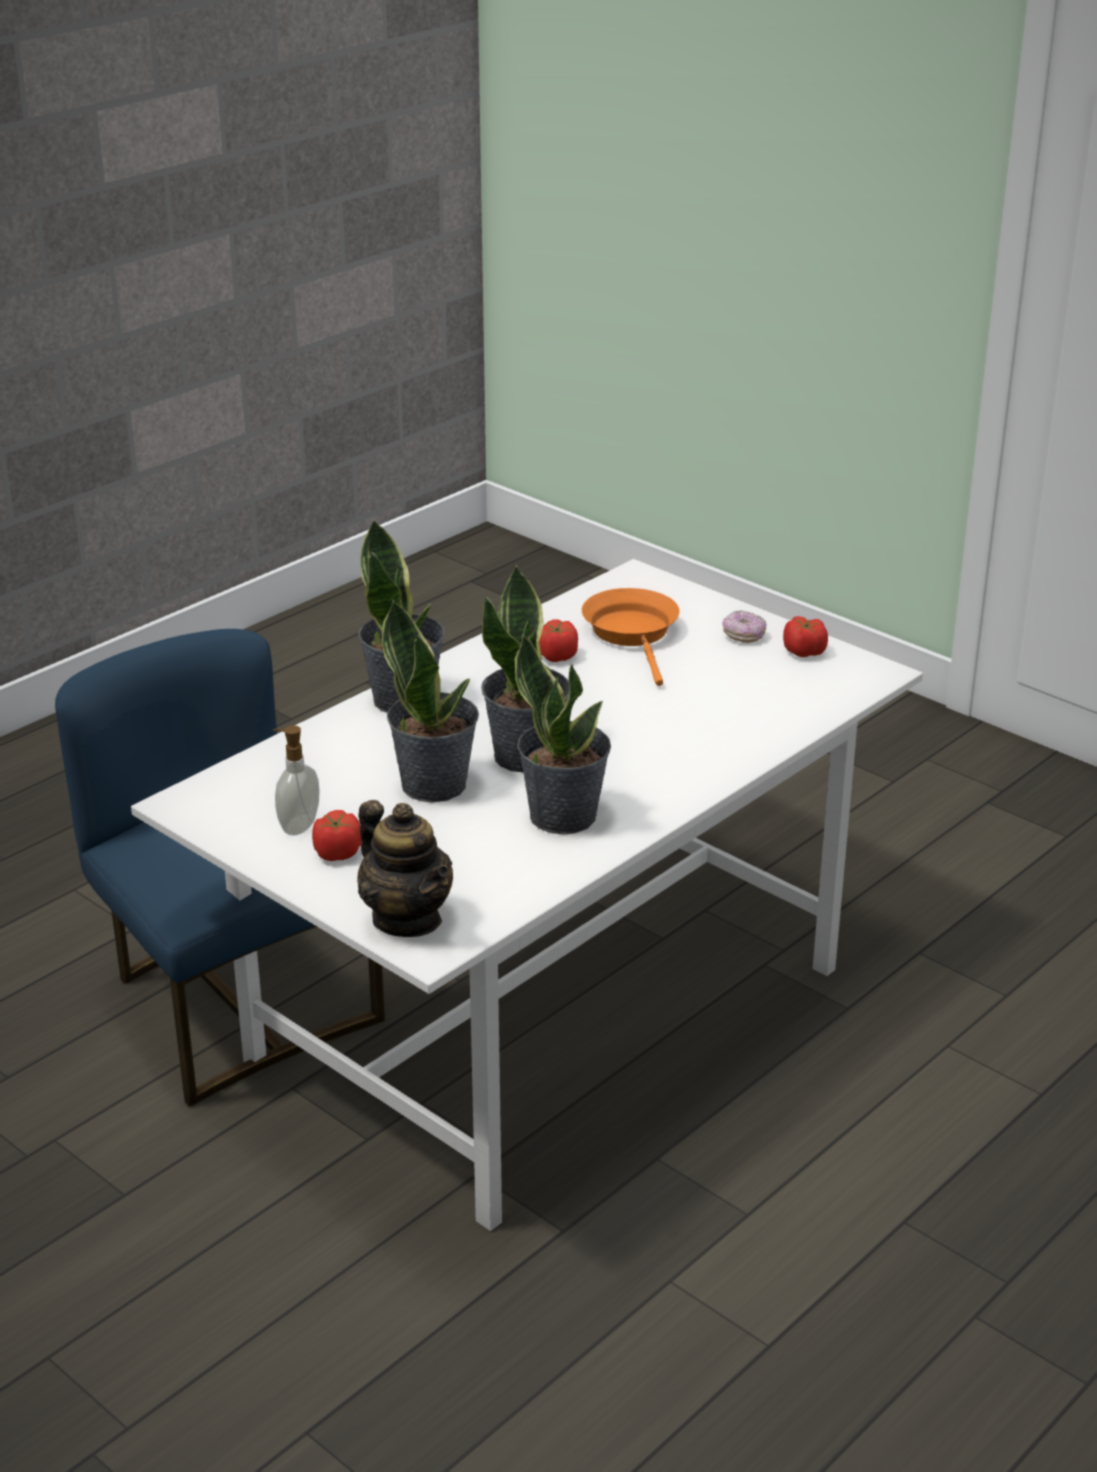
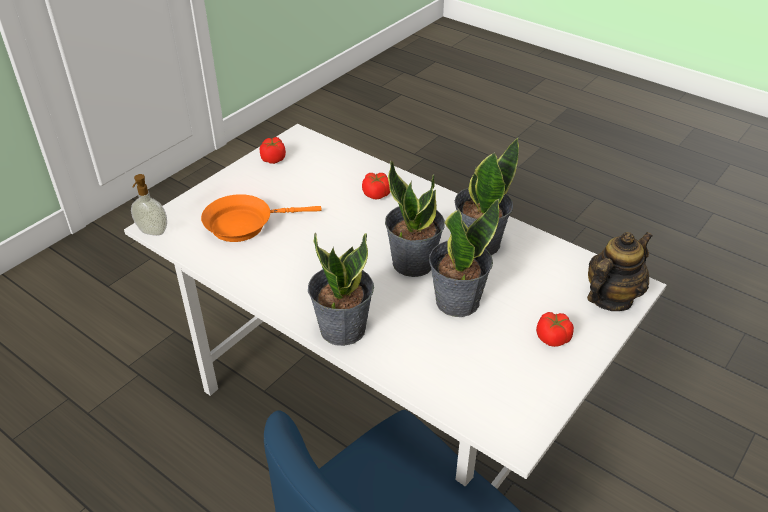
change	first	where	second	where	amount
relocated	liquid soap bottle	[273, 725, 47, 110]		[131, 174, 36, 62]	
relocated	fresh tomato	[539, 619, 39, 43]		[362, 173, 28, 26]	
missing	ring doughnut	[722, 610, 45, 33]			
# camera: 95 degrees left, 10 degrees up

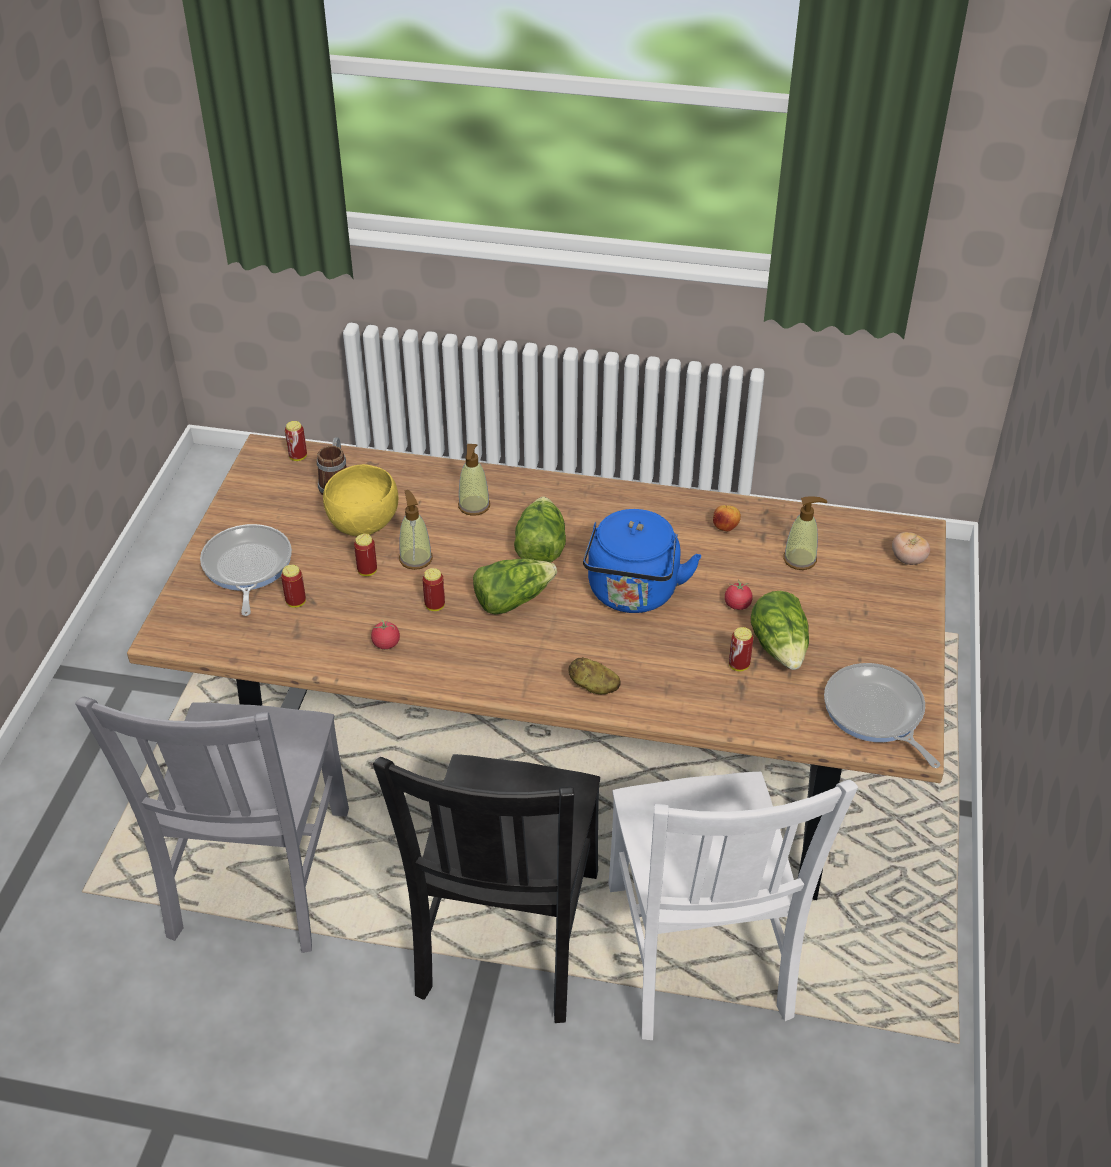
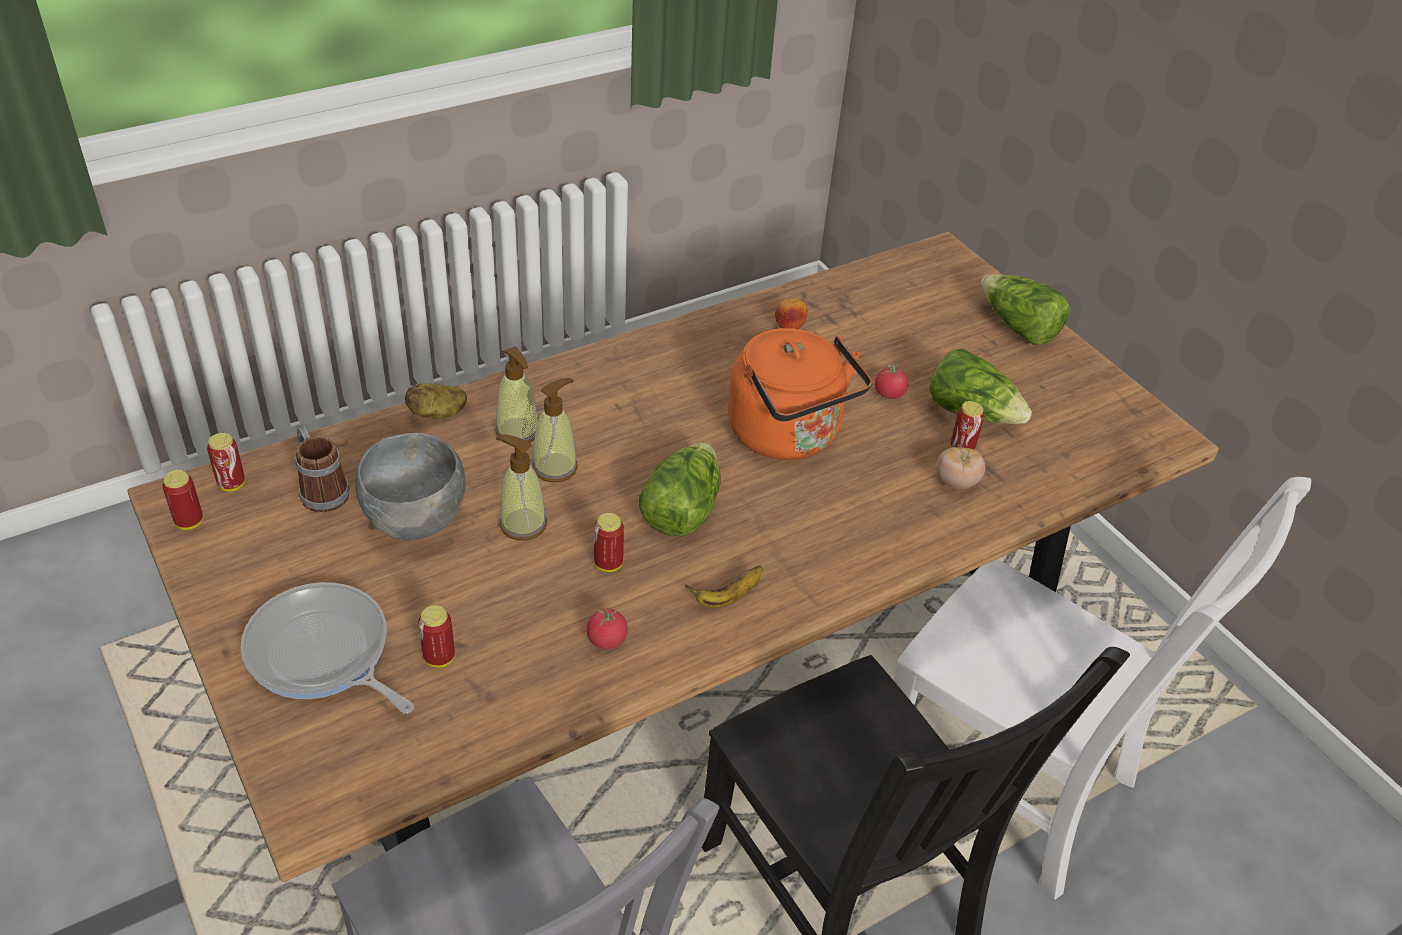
change	first	where	second	where	amount
relocated	sealed can	[354, 534, 23, 42]		[162, 470, 41, 60]	
colour	bowl in yellow-coloured	[323, 464, 75, 72]	bowl in gray	[355, 433, 111, 108]	
relocated	potato	[568, 657, 53, 37]		[405, 383, 62, 36]	
relocated	liquid soap bottle	[783, 496, 44, 74]		[532, 378, 46, 105]	
appeared			banana fruit	[685, 566, 78, 42]	
colour	kettle in bluish	[583, 509, 118, 104]	kettle in orange	[728, 328, 144, 132]	
relocated	fresh tomato	[892, 532, 38, 33]		[936, 447, 50, 42]	
relocated	lettuce head	[514, 497, 52, 66]		[981, 274, 89, 71]	
missing	frying pan	[824, 663, 116, 105]			
# camera: 45 degrees left, 0 degrees up

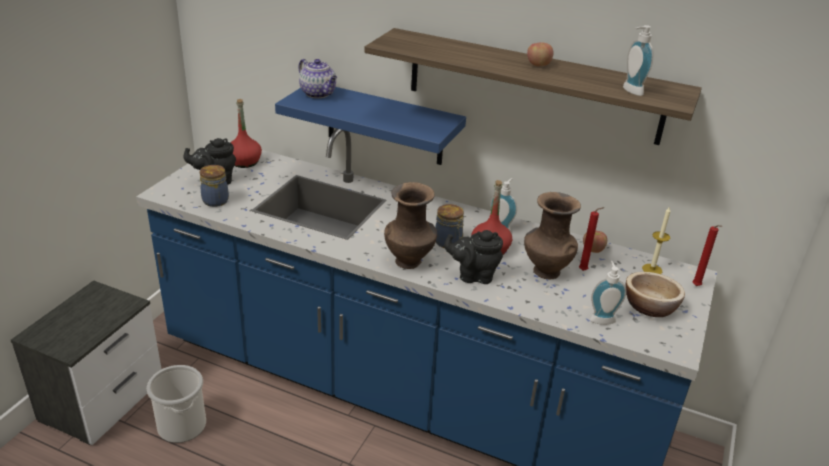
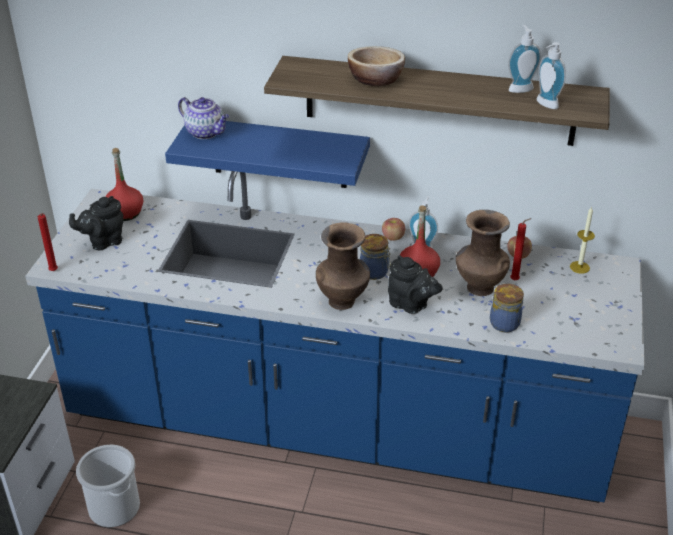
change	first	where	second	where	amount
relocated	wax light in red	[692, 225, 30, 61]		[38, 213, 20, 58]	
relocated	bowl	[625, 272, 60, 45]		[348, 46, 57, 40]	
relocated	apple	[527, 42, 27, 24]		[382, 218, 23, 23]	
spun	pot for tea in black-coloured	[444, 230, 59, 54]		[388, 255, 55, 59]	135 degrees counterclockwise
relocated	preserve jar	[200, 165, 29, 42]		[490, 283, 34, 49]	
relocated	liquid soap bottle	[590, 261, 37, 64]		[508, 25, 33, 68]	
# camera: 10 degrees left, 5 degrees up

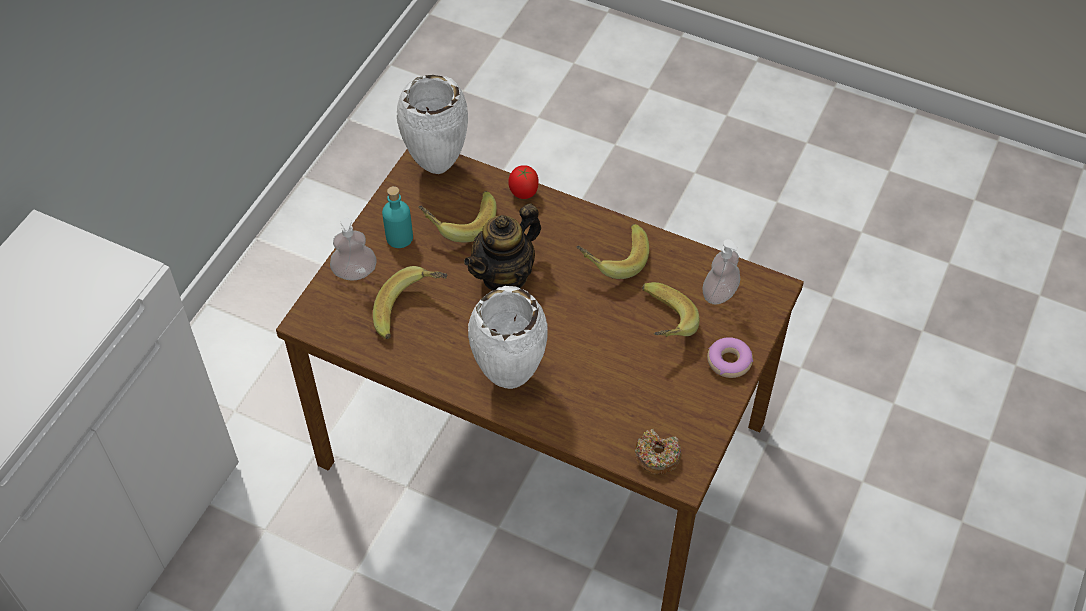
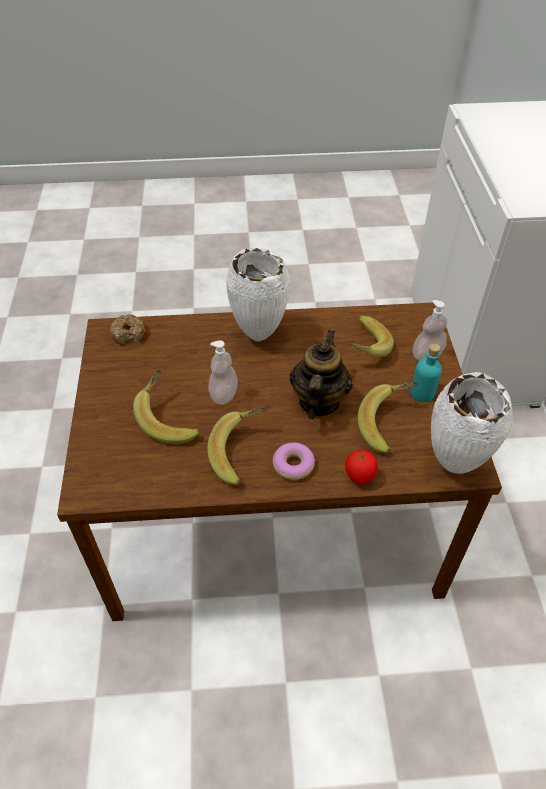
change	first	where	second	where	amount
relocated	liquid soap bottle	[702, 239, 38, 65]		[208, 340, 30, 64]	
relocated	ring doughnut	[707, 337, 46, 41]		[273, 442, 42, 38]	
# camera: 150 degrees right, 5 degrees down

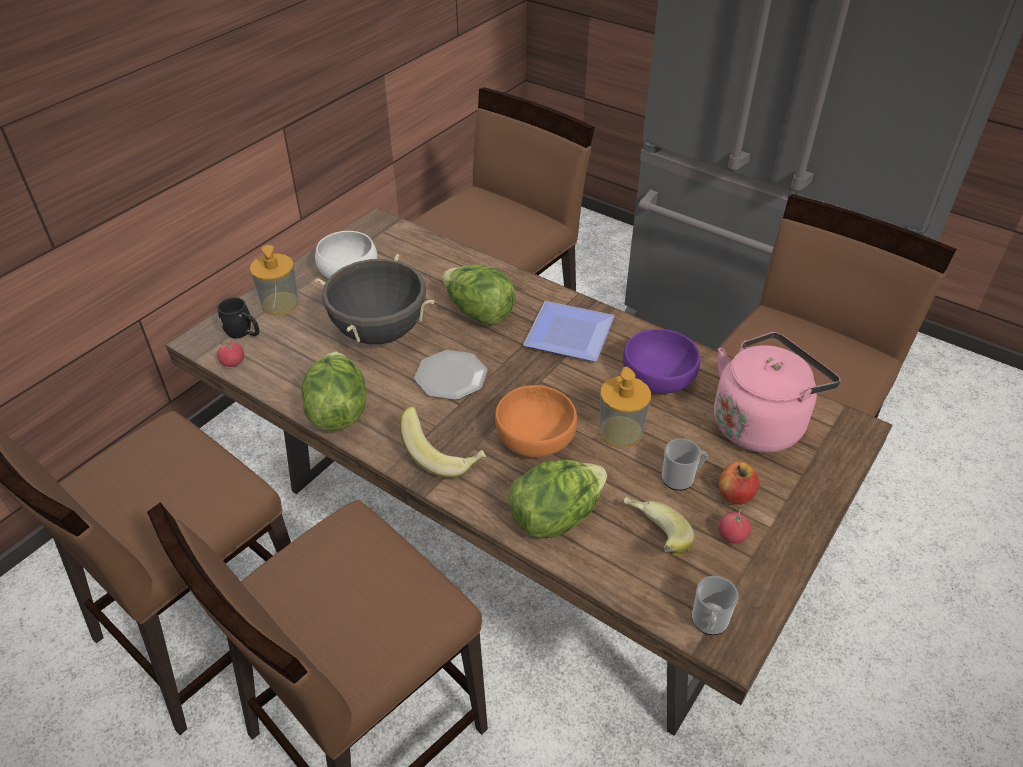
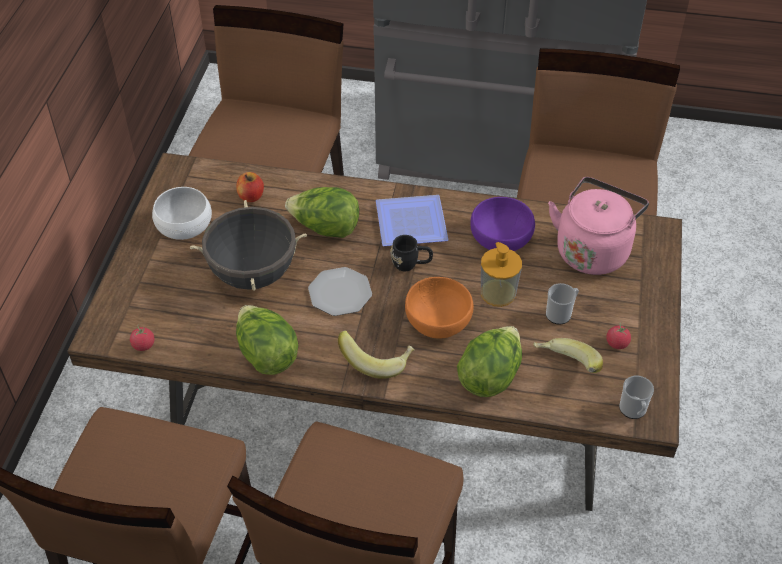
change	first	where	second	where	amount
relocated	apple	[719, 462, 40, 43]		[236, 172, 28, 30]	
relocated	mug in black-coloured	[217, 297, 42, 41]		[390, 235, 43, 36]	
missing	liquid soap bottle	[250, 245, 49, 71]			
# camera: 25 degrees left, 5 degrees up

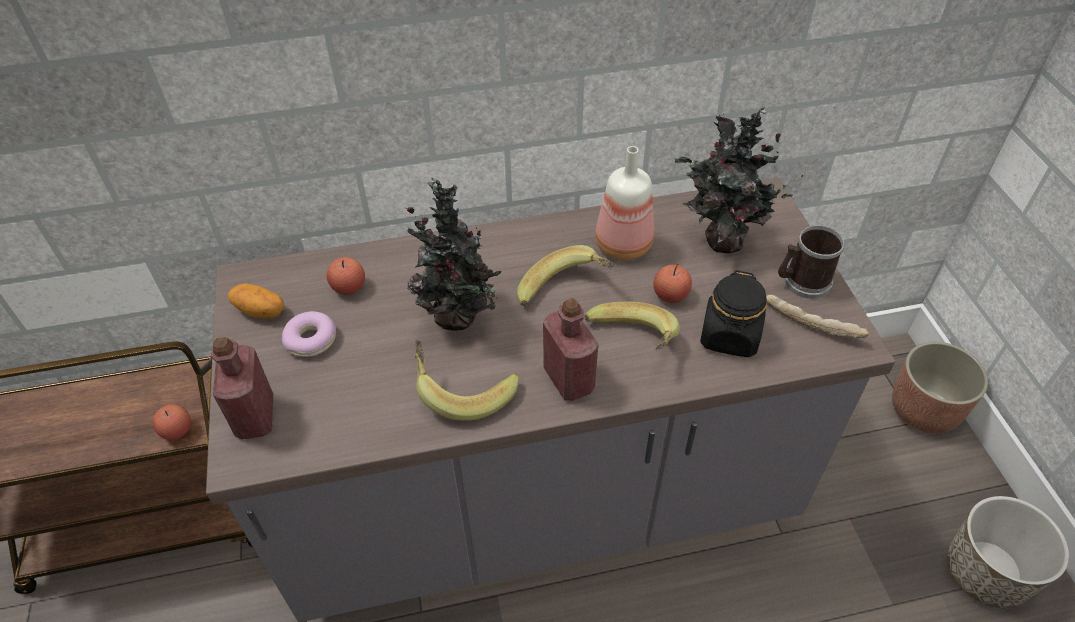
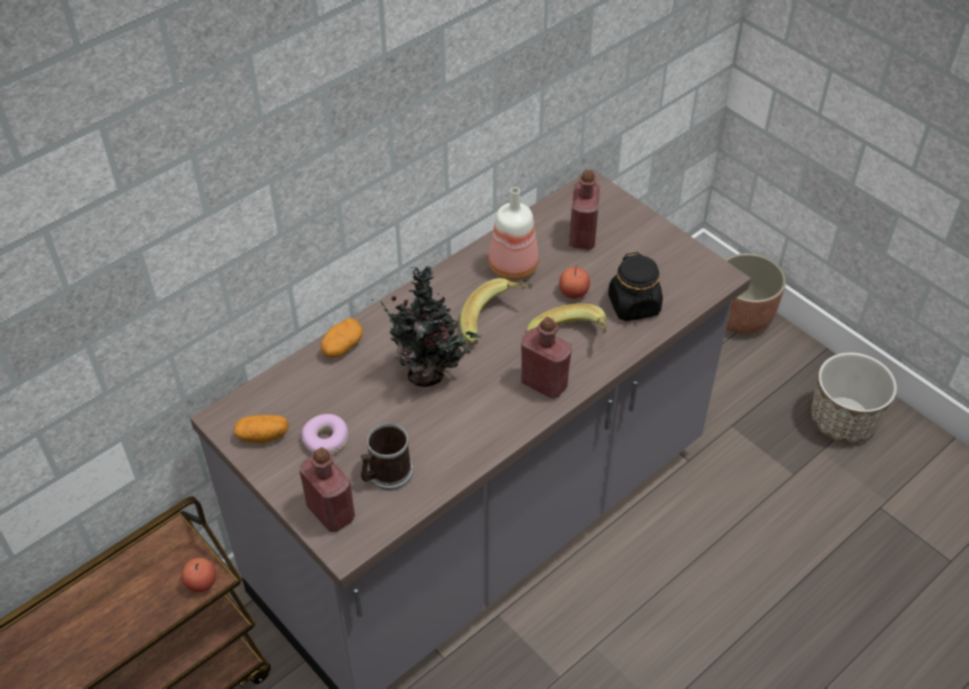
change	first	where	second	where	amount
appeared			potato	[321, 318, 42, 40]	
relocated	mug	[778, 225, 66, 74]		[361, 423, 52, 68]	
exchanged	houseplant	[675, 106, 128, 147]	bottle in red	[569, 170, 31, 79]	
missing	apple	[327, 257, 38, 38]			
missing	banana fruit	[415, 340, 104, 81]			
missing	baked bread	[766, 295, 103, 43]			
# camera: 30 degrees left, 0 degrees up

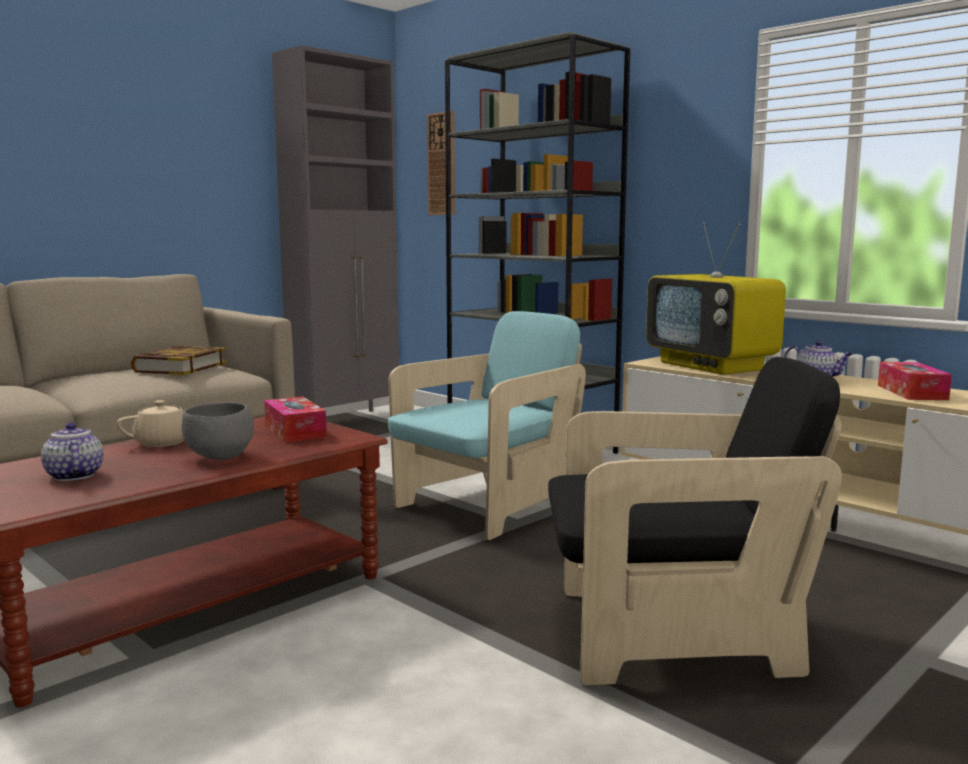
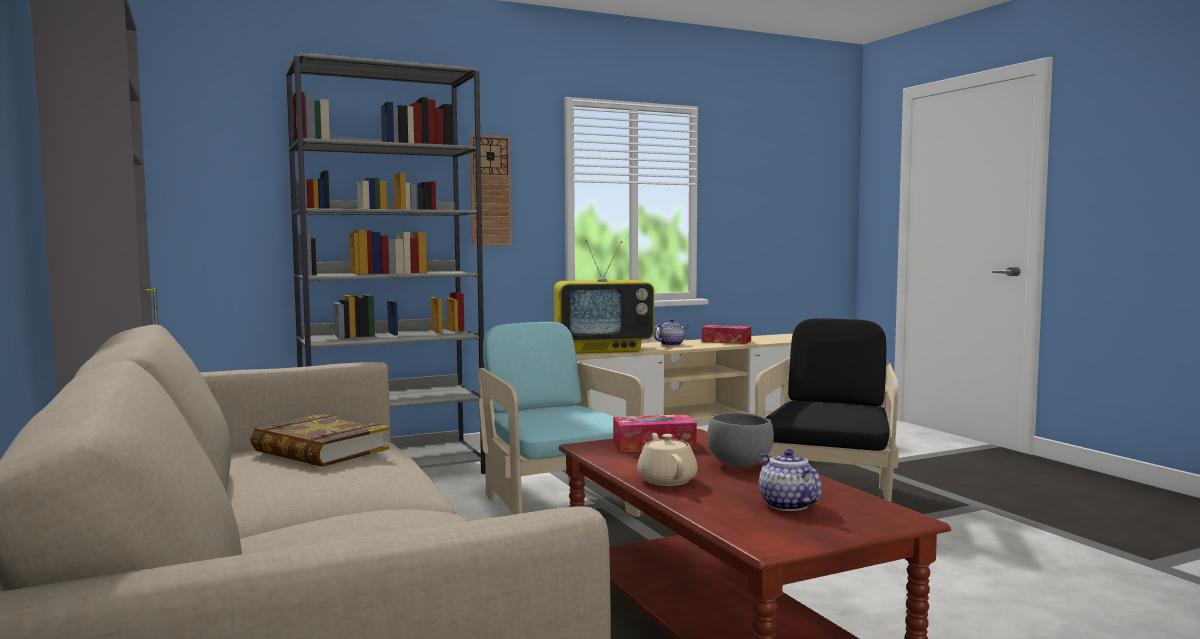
change	first	where	second	where	amount
relocated	clock on the wall	[427, 111, 28, 104]		[470, 134, 42, 112]	
spun	pot for tea	[41, 423, 62, 58]		[759, 449, 63, 62]	75 degrees clockwise
# camera: 70 degrees left, 5 degrees down

